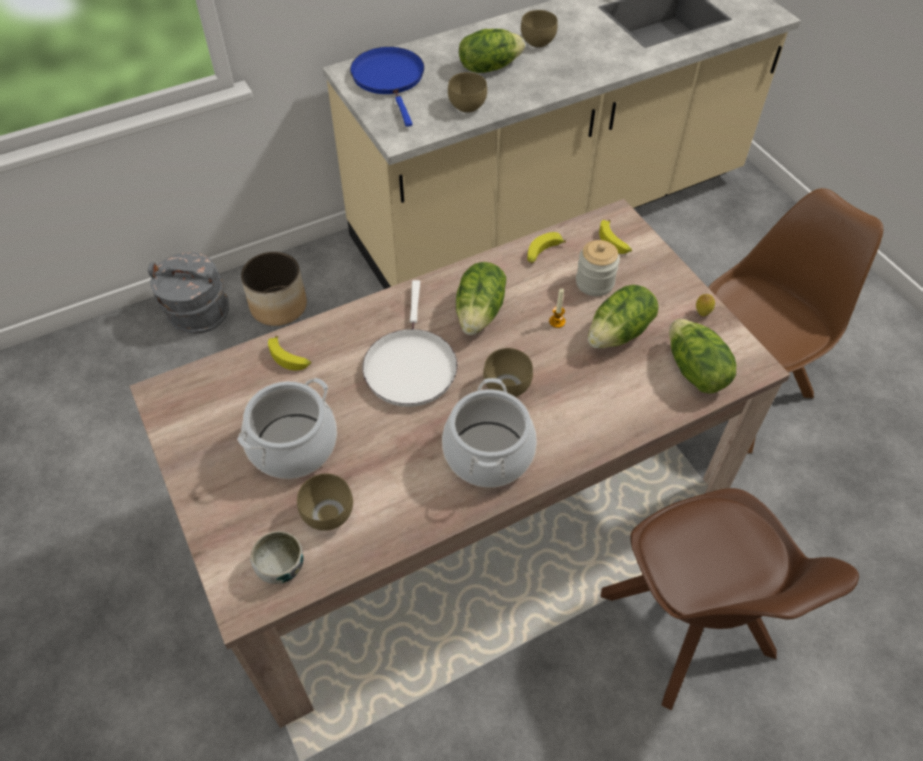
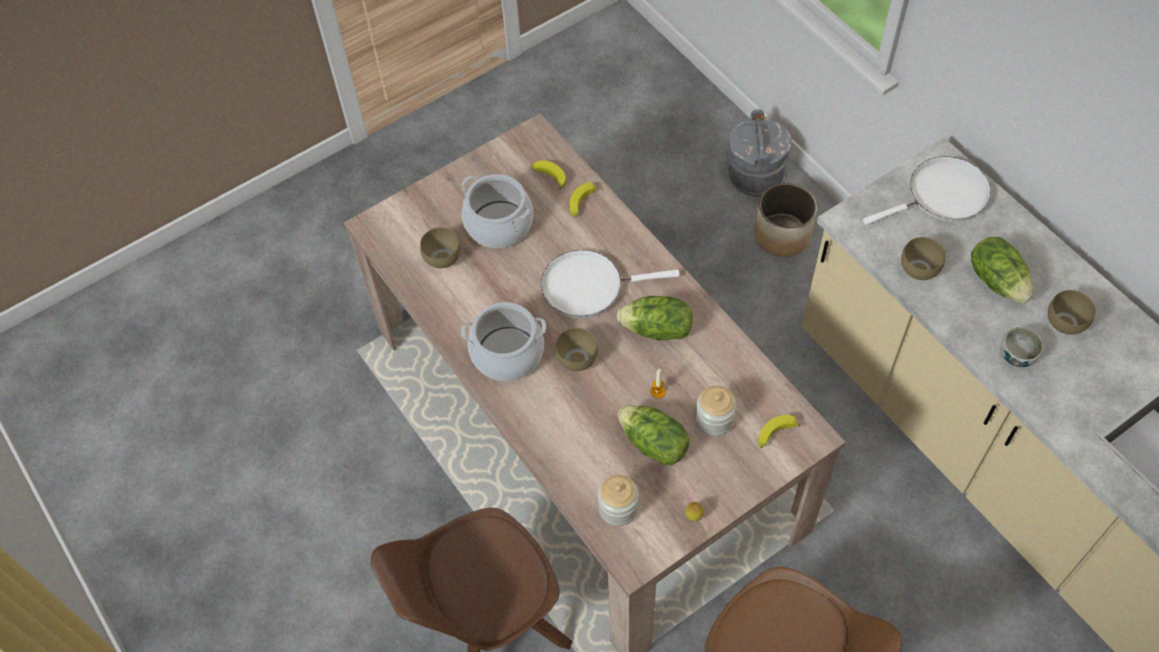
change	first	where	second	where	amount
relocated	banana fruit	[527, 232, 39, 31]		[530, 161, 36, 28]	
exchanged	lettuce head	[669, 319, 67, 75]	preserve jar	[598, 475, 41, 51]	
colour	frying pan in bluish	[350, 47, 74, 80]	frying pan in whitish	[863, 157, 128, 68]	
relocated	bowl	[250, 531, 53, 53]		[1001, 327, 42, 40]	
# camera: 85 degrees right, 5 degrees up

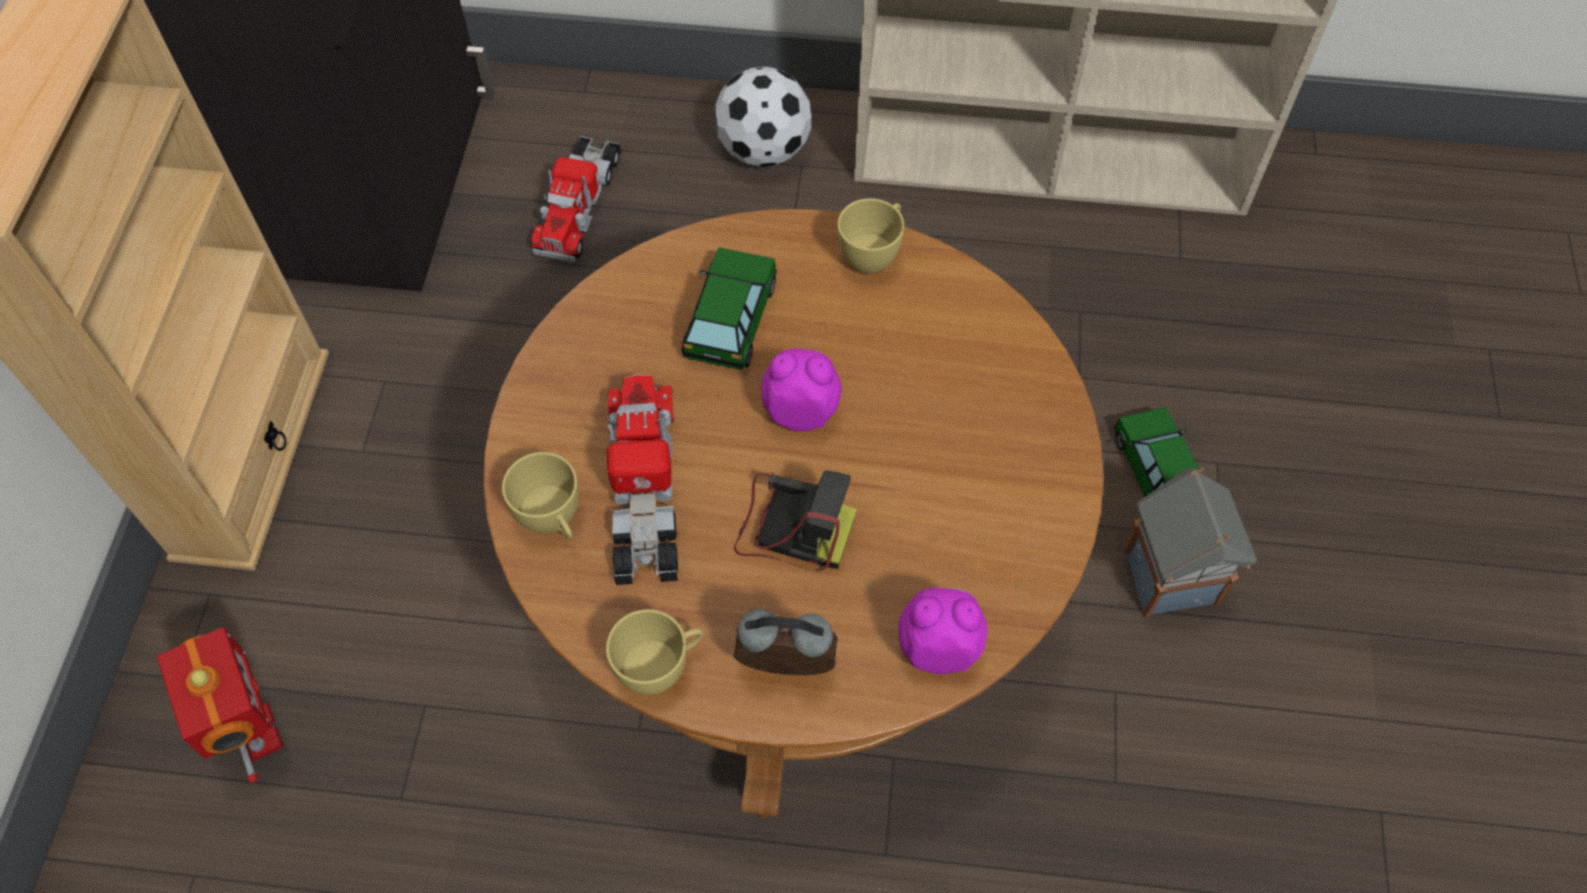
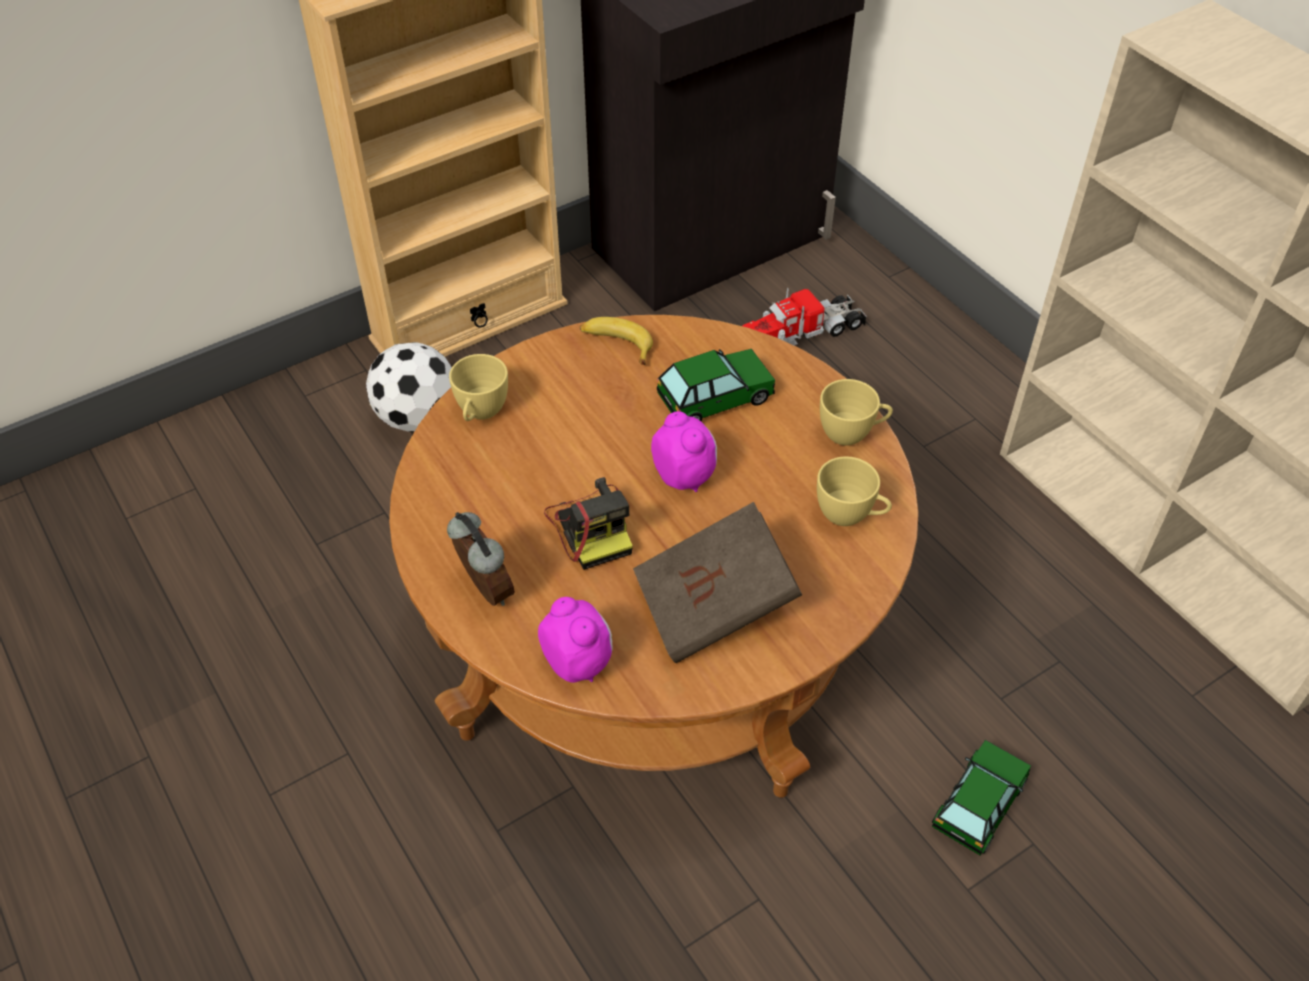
change	first	where	second	where	amount
relocated	football ball	[715, 67, 96, 100]		[366, 342, 86, 90]	
appeared			banana fruit	[580, 317, 73, 48]	
appeared			book in brownish	[633, 502, 169, 161]	
relocated	small cup in yellow-coloured	[606, 609, 97, 86]		[817, 457, 75, 69]	
missing	toy robot	[157, 627, 127, 156]			
missing	toy truck	[607, 374, 71, 211]			
missing	model house	[1123, 467, 134, 151]			
# camera: 50 degrees right, 10 degrees down

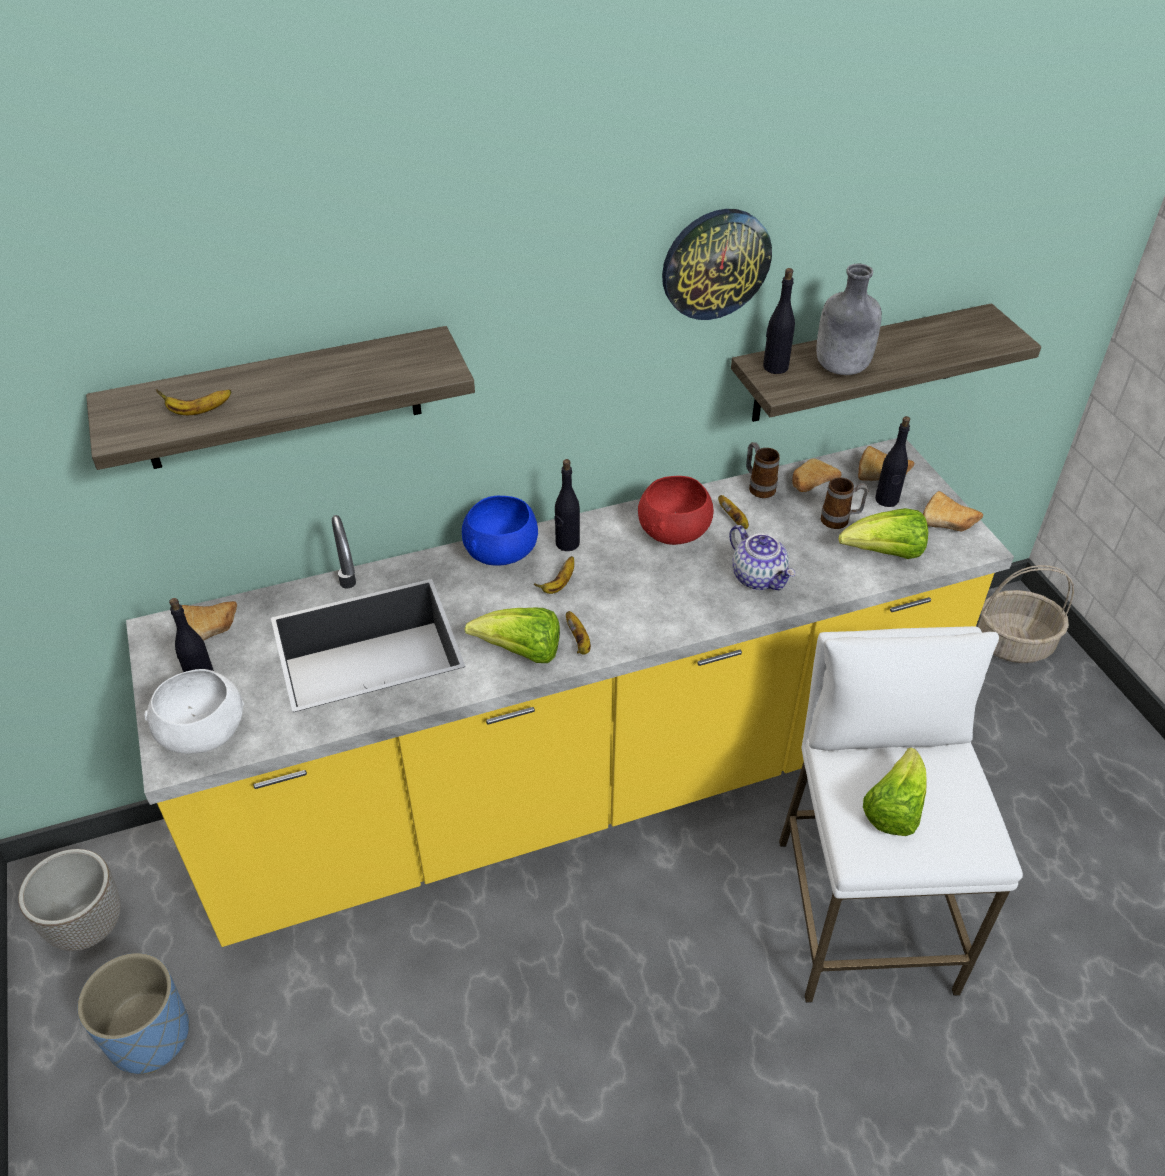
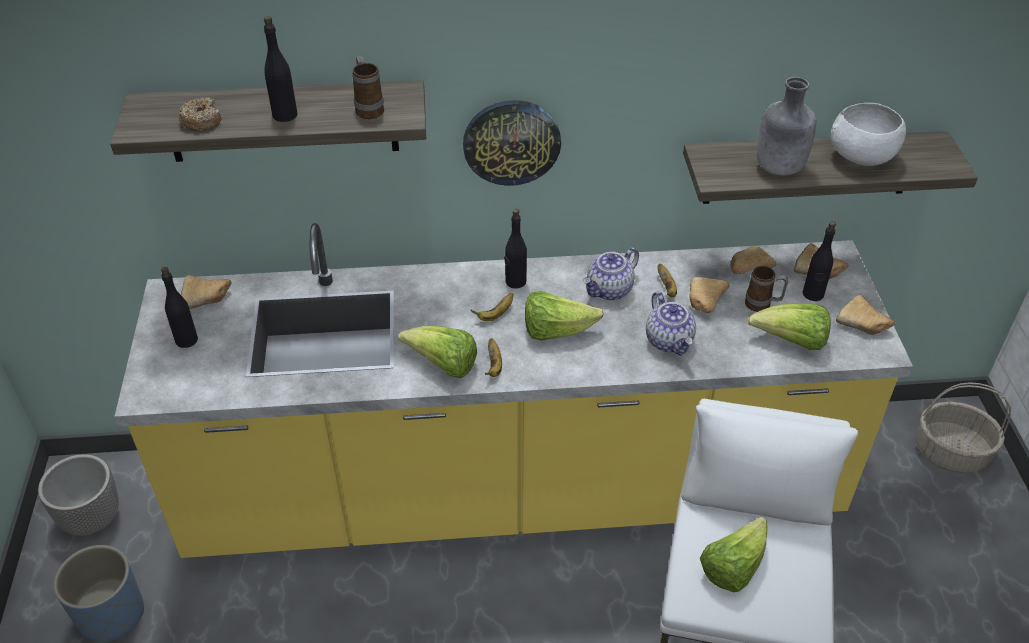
change	first	where	second	where	amount
exchanged	banana fruit	[156, 389, 76, 26]	ring doughnut	[178, 97, 44, 34]	
relocated	bottle in black-coloured	[763, 268, 32, 106]		[264, 16, 33, 106]	
relocated	mug	[746, 442, 34, 56]		[352, 56, 32, 63]	
relocated	clock on the wall	[662, 209, 110, 111]		[463, 100, 98, 86]	
appeared			lettuce head	[525, 291, 79, 49]	
exchanged	bowl in red	[638, 476, 76, 69]	pot for tea	[583, 247, 56, 53]	
appeared			baked bread	[689, 277, 40, 36]	
relocated	bowl in whitish	[144, 669, 100, 85]		[831, 103, 75, 63]	
missing	bowl in bluish	[462, 495, 76, 71]			
# camera: 15 degrees right, 0 degrees up

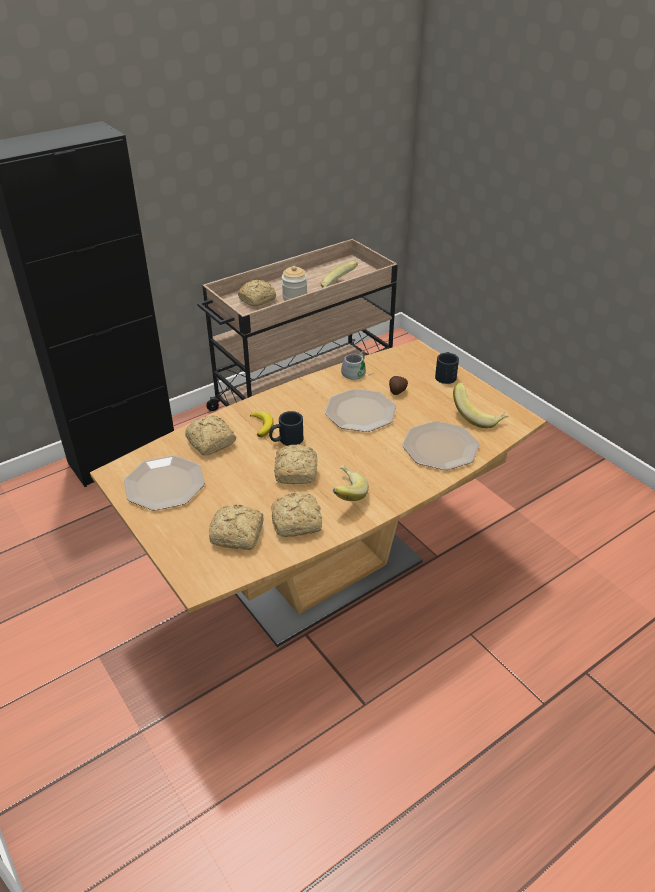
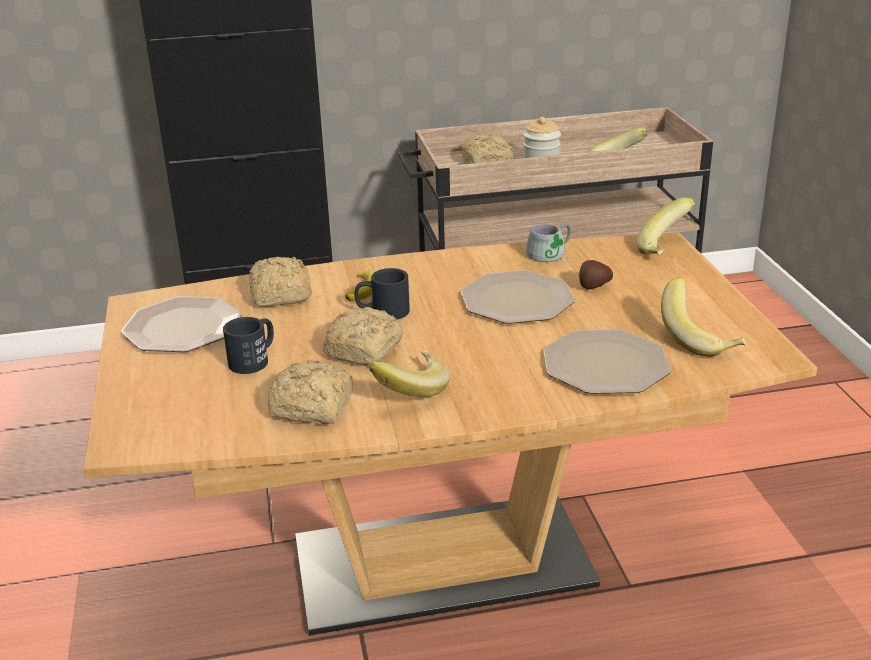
change	first	where	second	where	amount
relocated	mug in black-coloured	[435, 352, 24, 32]		[223, 317, 51, 57]	
appeared			banana fruit	[636, 197, 59, 58]	
missing	baked bread	[209, 505, 55, 45]			
# camera: 25 degrees right, 10 degrees down

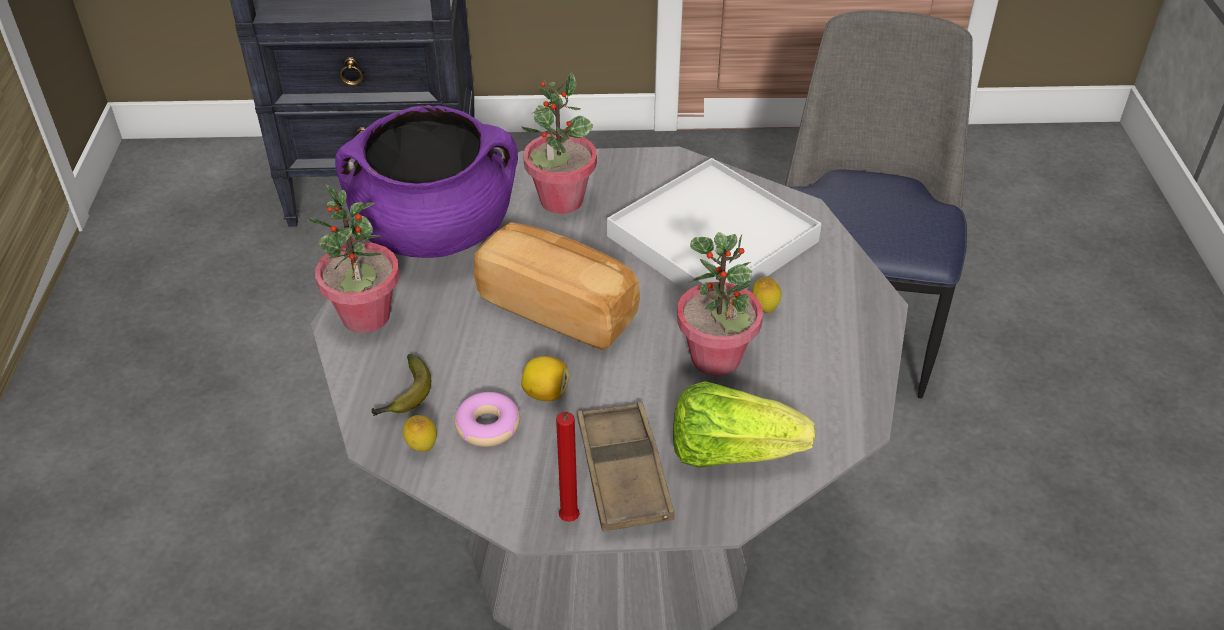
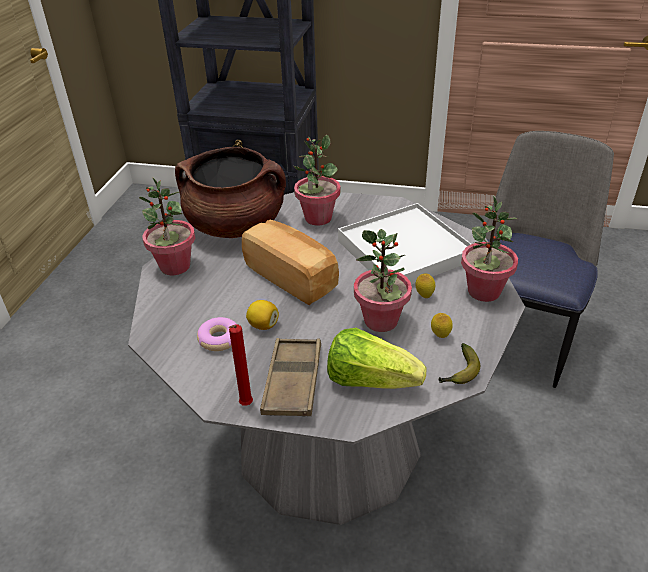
change	first	where	second	where	amount
colour	saucepot in purplish	[335, 105, 183, 153]	saucepot in brownish	[175, 147, 111, 91]	
relocated	lemon	[403, 415, 34, 37]		[431, 313, 22, 25]	
relocated	banana fruit	[372, 354, 59, 62]		[439, 343, 41, 41]	
appeared			houseplant	[461, 196, 57, 106]	
# camera: 15 degrees right, 5 degrees down

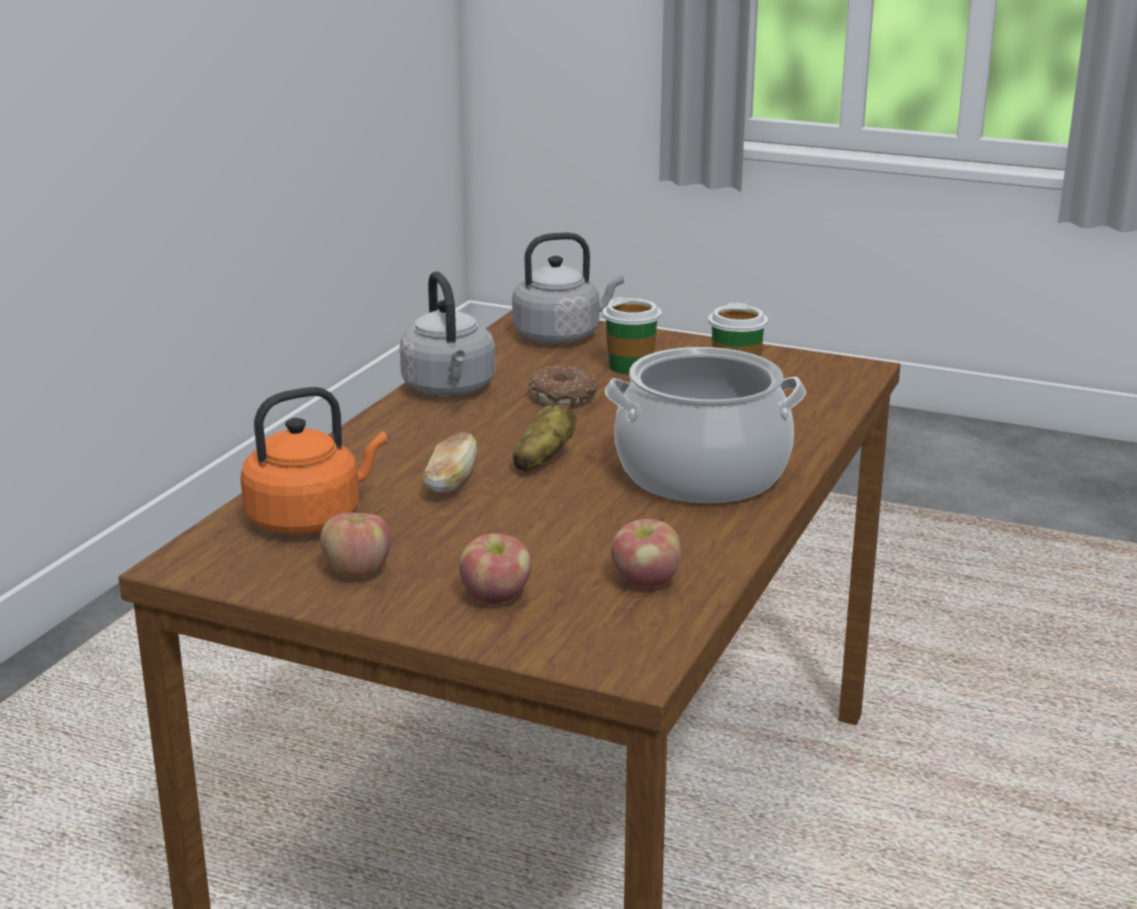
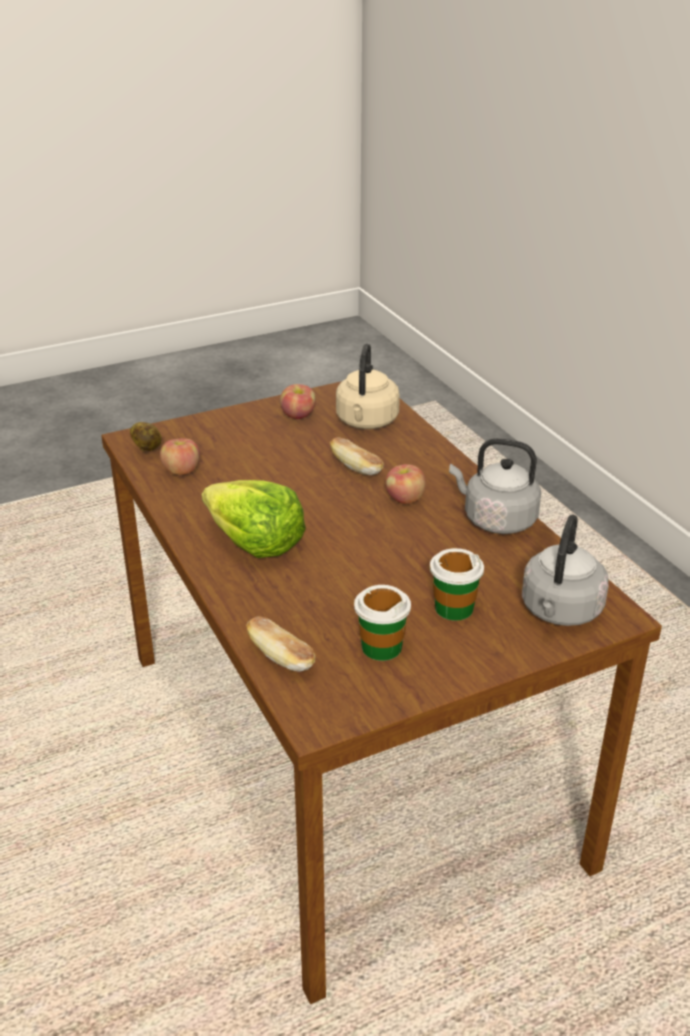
change	first	where	second	where	amount
relocated	potato	[513, 404, 63, 68]		[130, 422, 32, 29]	
exchanged	saucepot	[605, 347, 201, 156]	lettuce head	[202, 480, 104, 78]	
appeared			baked bread	[246, 616, 69, 56]	
colour	kettle in orange	[240, 387, 147, 148]	kettle in beige-coloured	[336, 343, 64, 86]	
relocated	apple	[459, 533, 73, 71]		[385, 464, 41, 40]	
missing	ring doughnut	[529, 366, 69, 40]			
# camera: 130 degrees right, 10 degrees up

